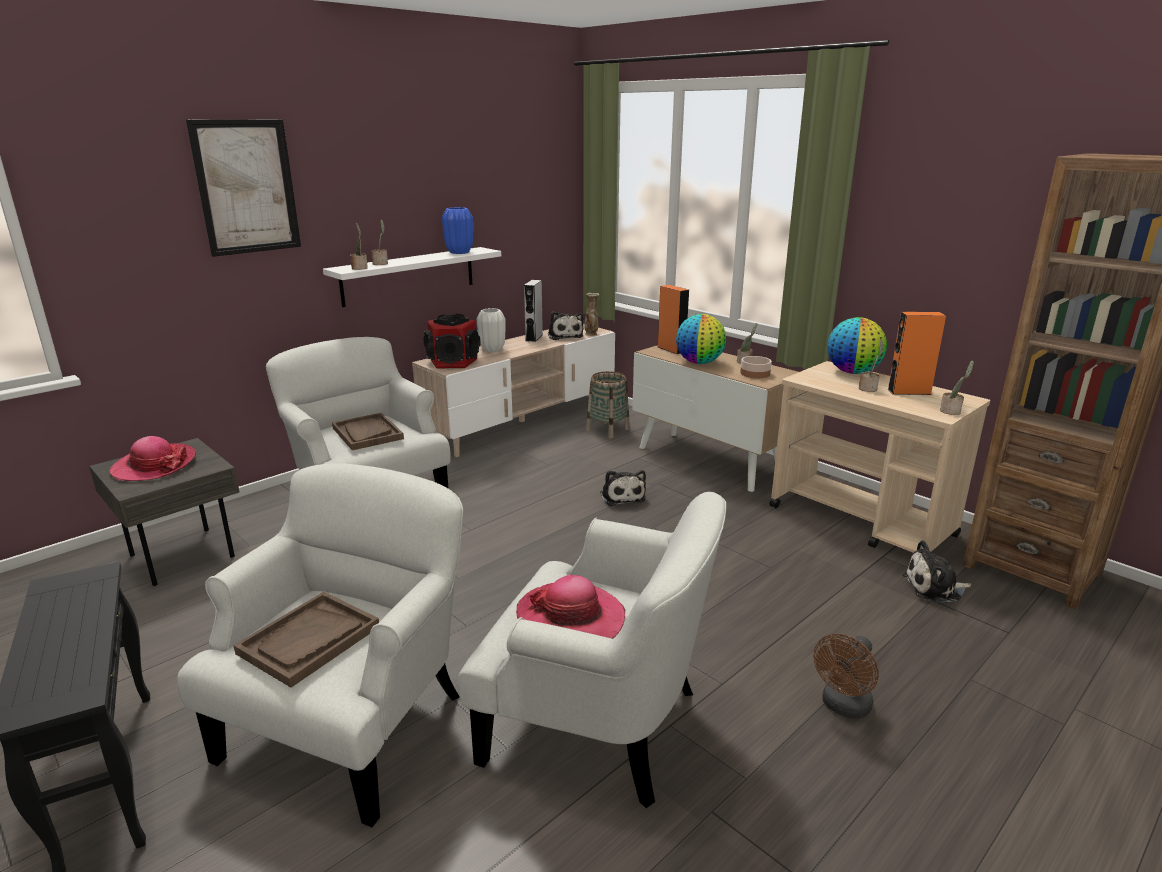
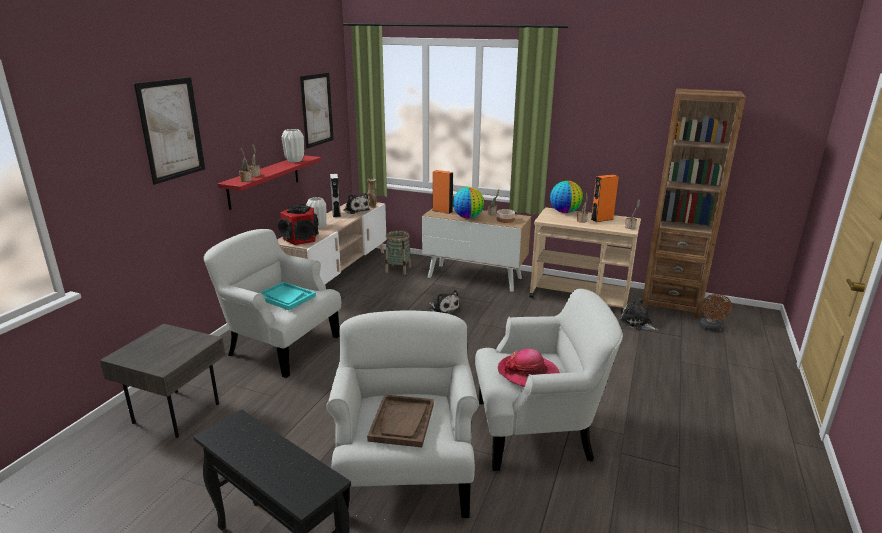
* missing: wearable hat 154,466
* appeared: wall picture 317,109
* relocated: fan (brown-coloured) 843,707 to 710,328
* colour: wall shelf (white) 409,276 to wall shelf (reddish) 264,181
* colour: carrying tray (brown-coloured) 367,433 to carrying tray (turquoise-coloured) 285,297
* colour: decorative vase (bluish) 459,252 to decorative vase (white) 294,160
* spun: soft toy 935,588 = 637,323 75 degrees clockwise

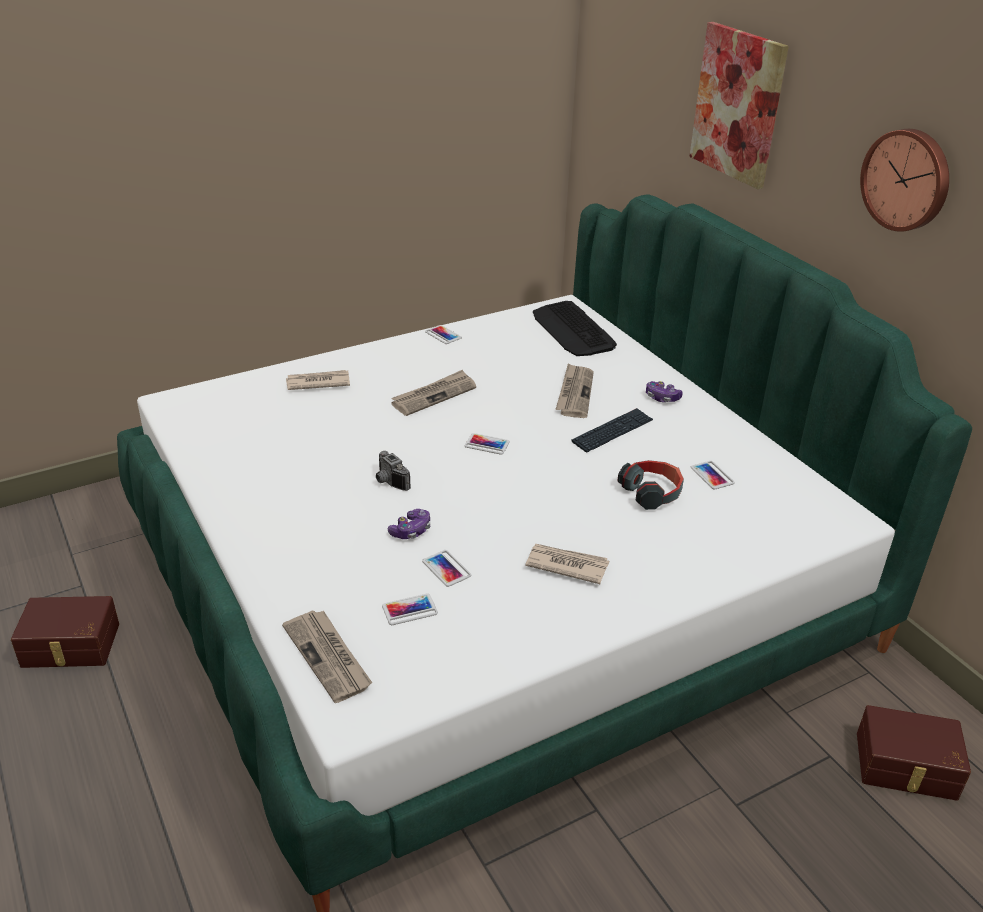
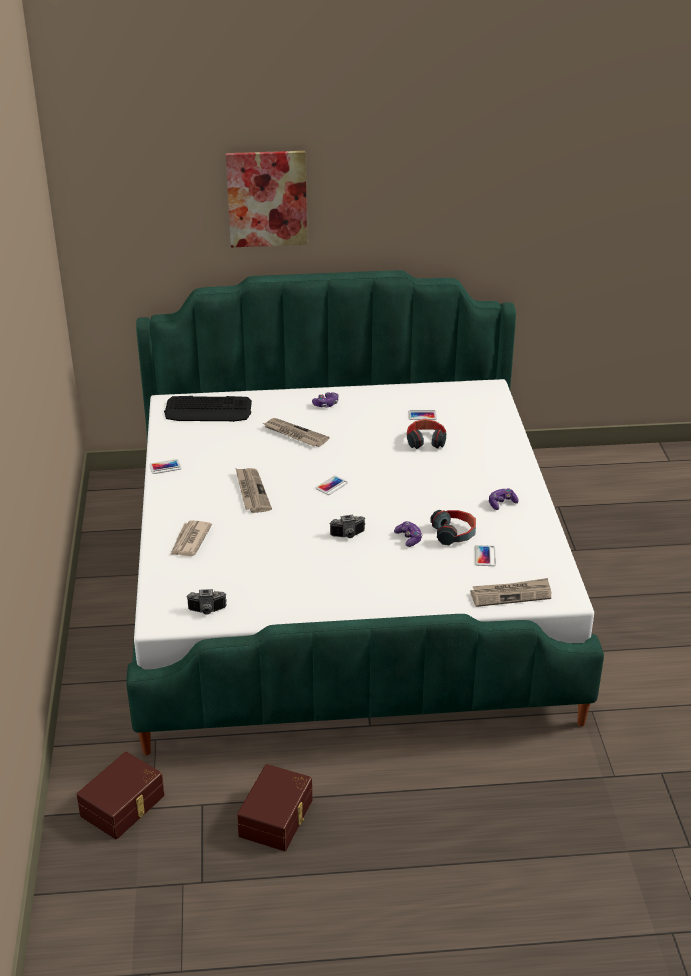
* missing: daily paper 566,565
* missing: computer keyboard 612,431
* missing: clock on the wall 907,179
* appeared: photo camera 207,611
* appeared: gamepad 501,503
* relocated: storage bin (brown-coloured) 906,767 to 124,806
* exchanged: telephone 446,568 to pair of headphones 454,533

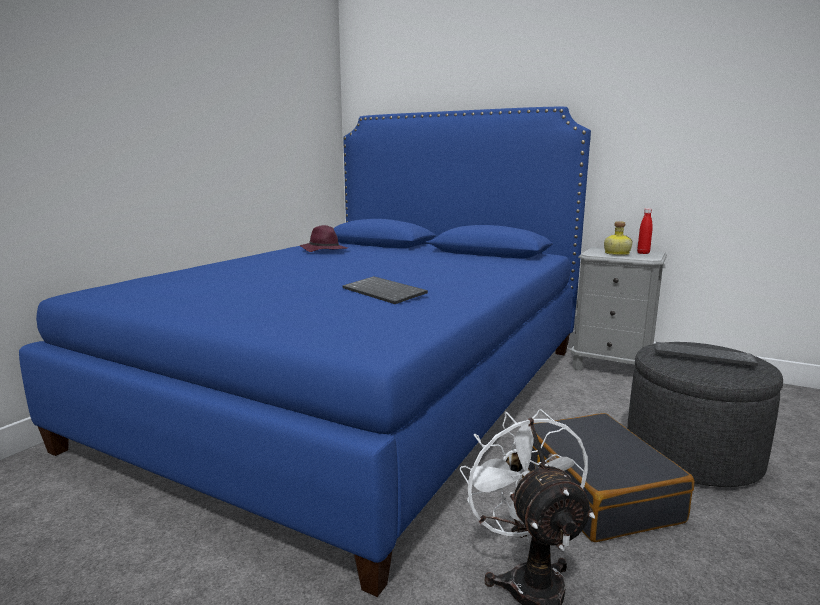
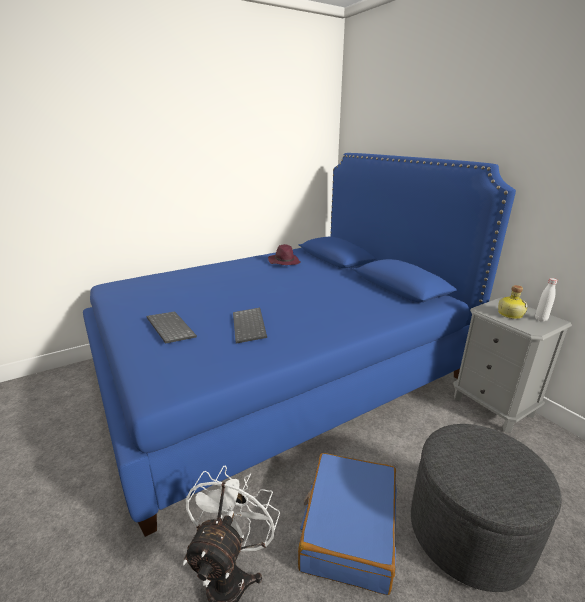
* relocated: computer keyboard 701,356 to 169,328
* colour: piece of luggage (black) 596,492 to piece of luggage (bluish) 348,528
* colour: bottle (reddish) 643,253 to bottle (white) 540,319

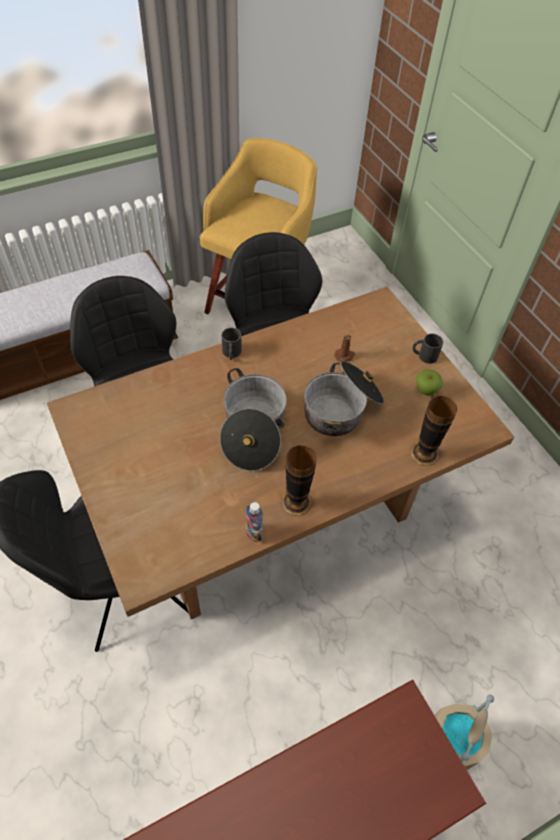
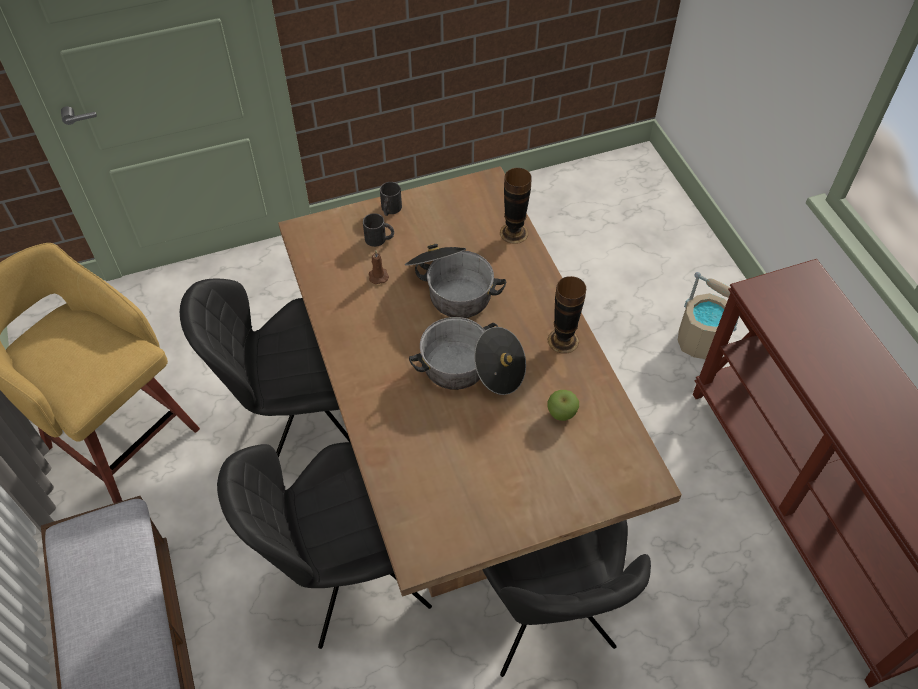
* missing: bottle 254,533
* relocated: tea mug (black) 231,353 to 380,239
* relocated: apple 426,390 to 561,414

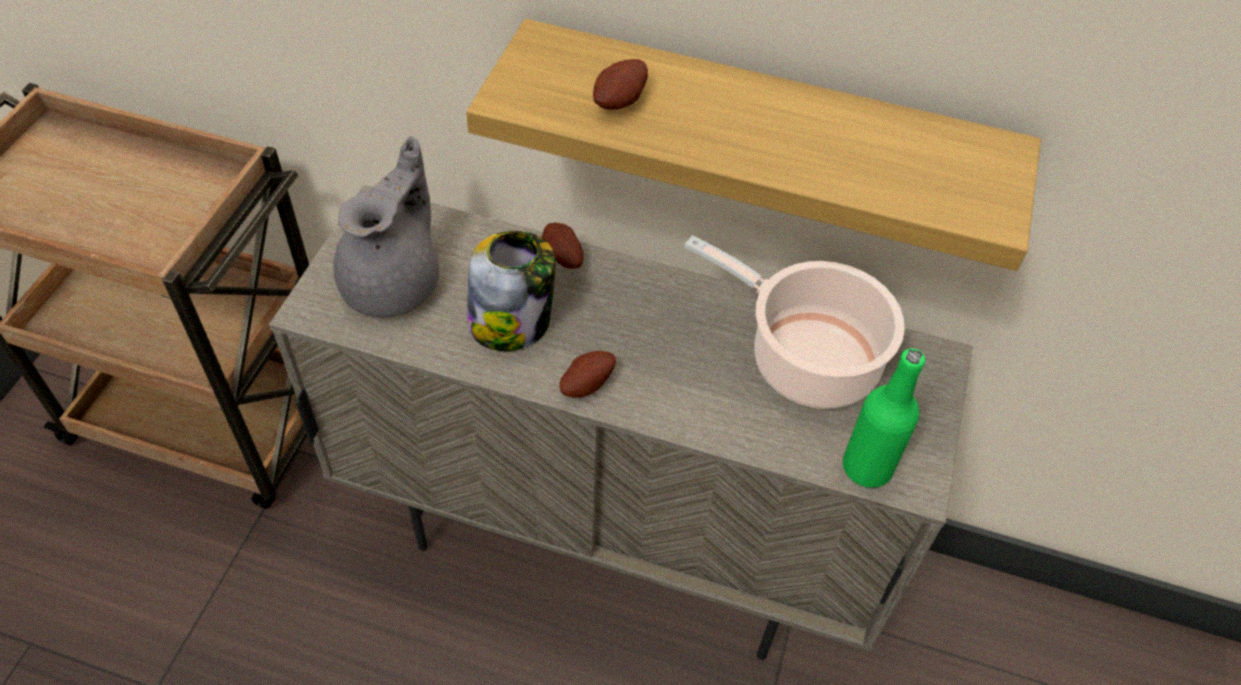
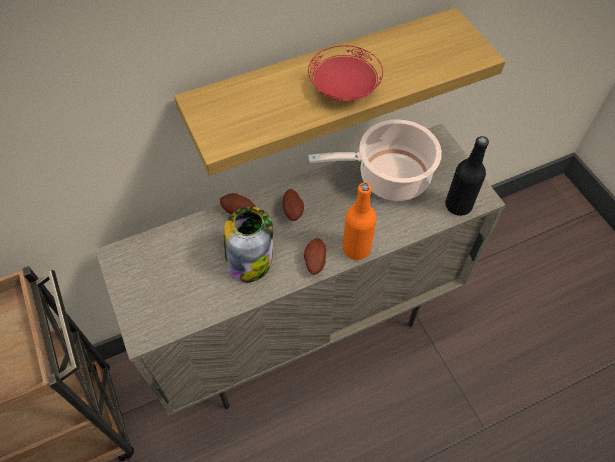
* missing: tea pot (gray) 395,283
* appeared: dinner plate (reddish) 344,89
* appeared: bottle (orange) 356,248
* relocated: potato 621,102 to 293,211
* colour: bottle (green-coloured) 867,467 to bottle (black) 458,205

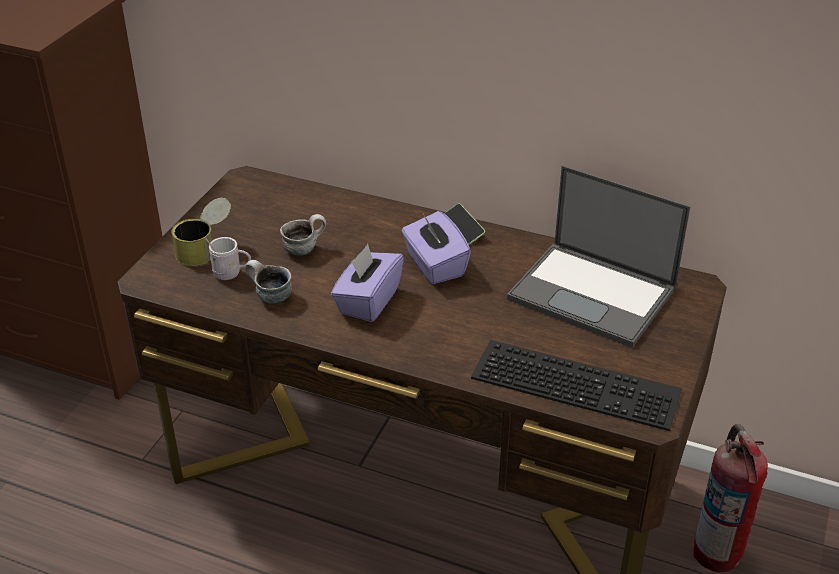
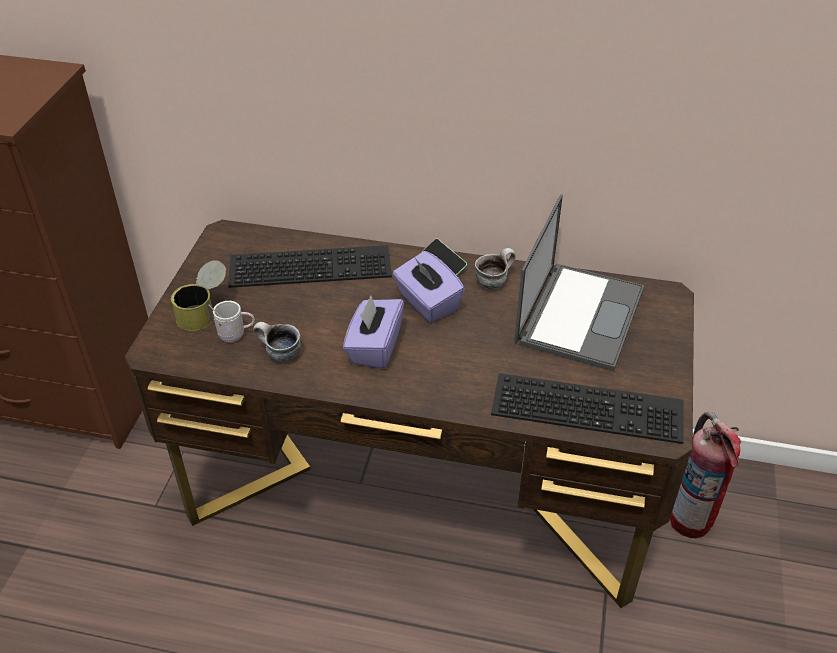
* appeared: computer keyboard 312,264
* relocated: tea mug 304,248 to 494,280
* spun: laptop 594,294 = 580,314 90 degrees counterclockwise

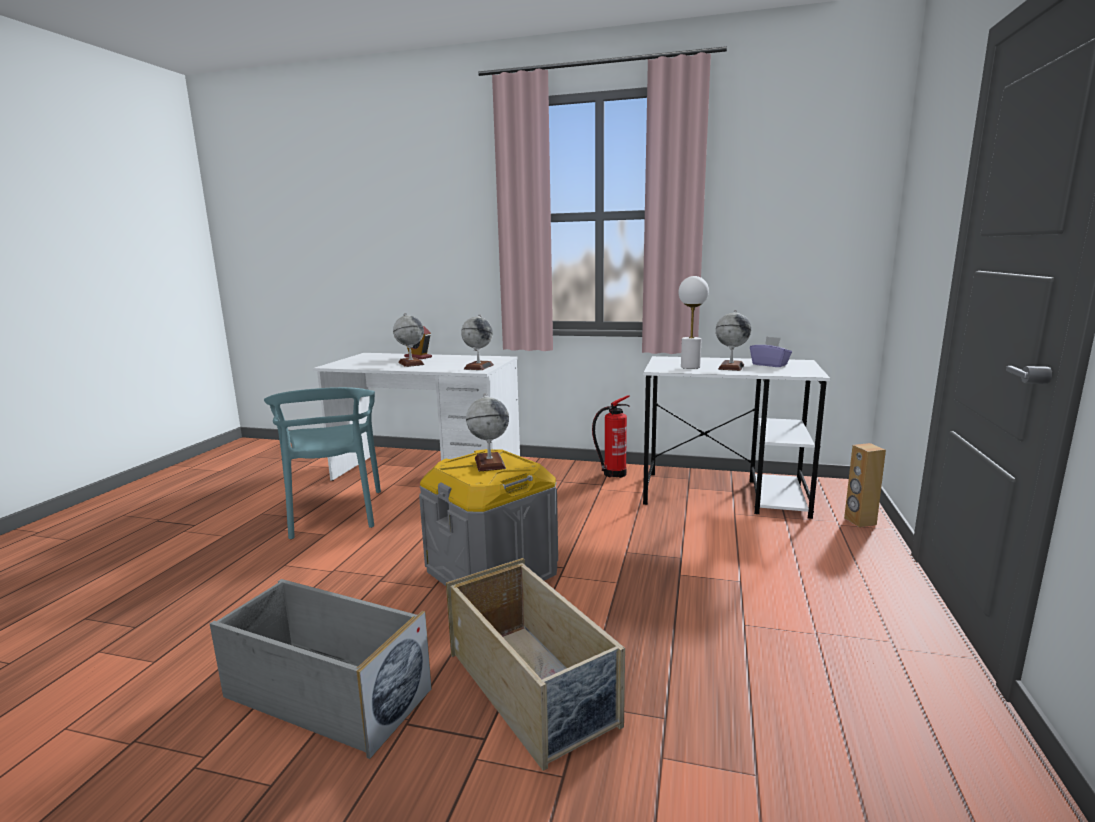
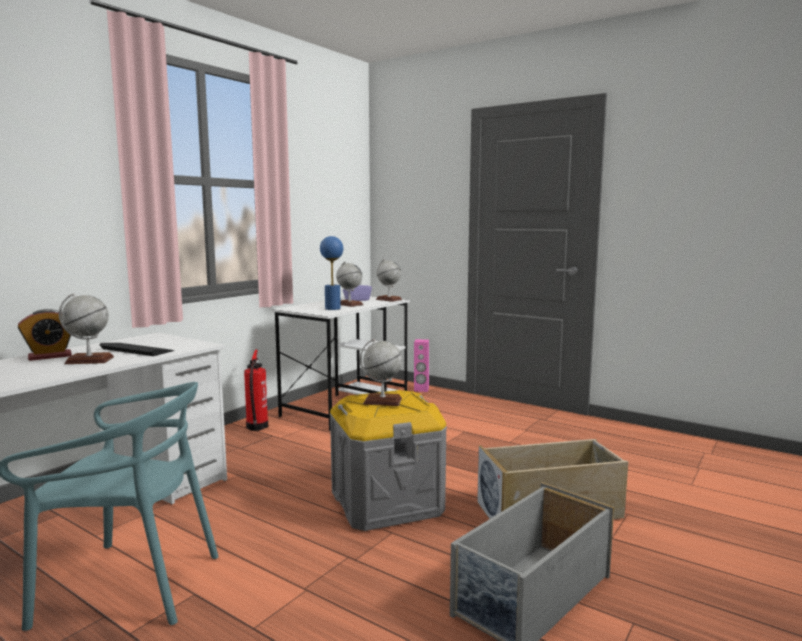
* appeared: computer keyboard 137,350
* relocated: desk globe 478,367 to 388,299
* colour: table lamp (white) 690,367 to table lamp (bluish) 332,308
* colour: speaker (brown-coloured) 859,521 to speaker (pink-coloured) 421,389

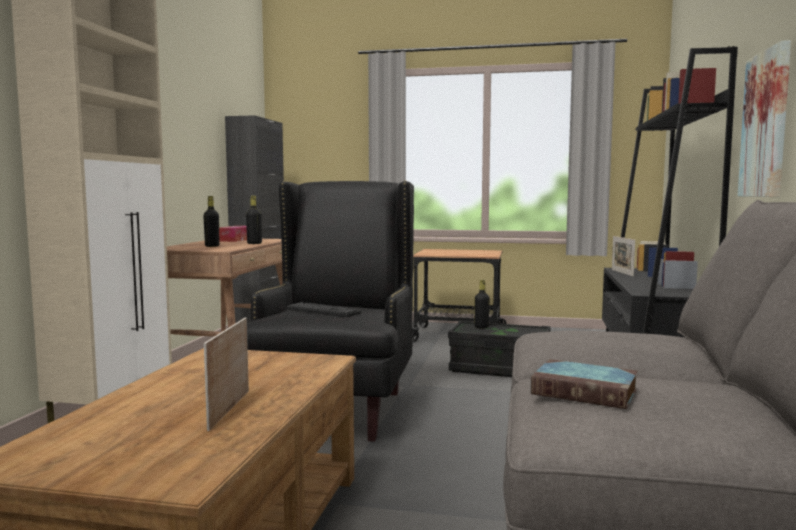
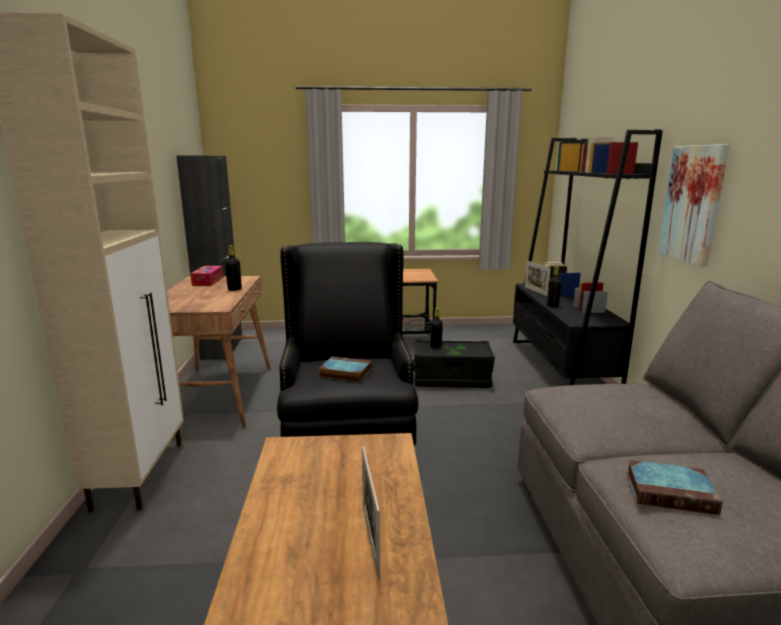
* relocated: bottle (black) 212,246 to 552,305
* exchanged: computer keyboard 323,311 to volume 344,373

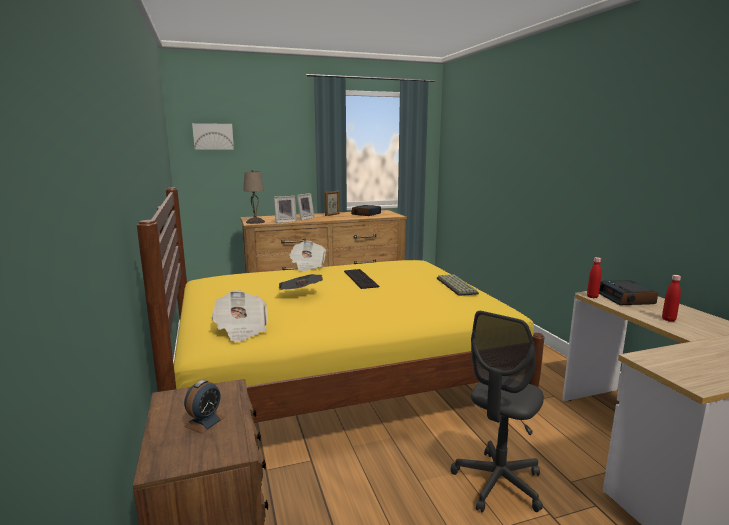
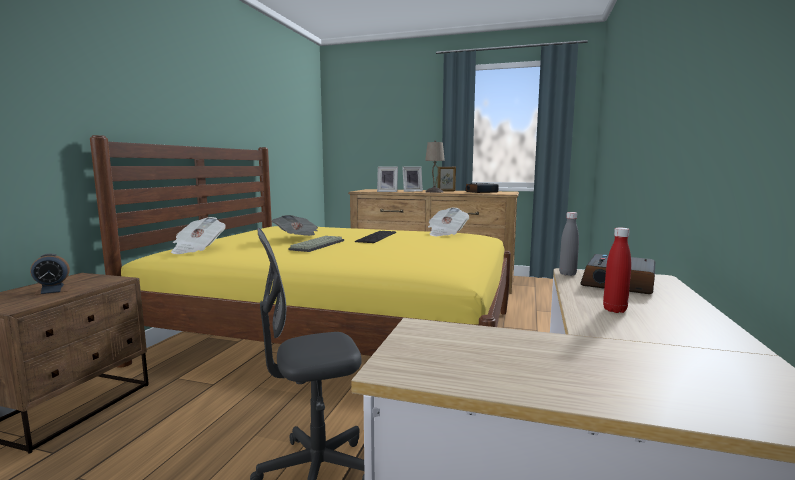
* missing: wall picture 213,136
* relocated: table lamp (beige-coloured) 255,222 to 434,192
* relocated: daily paper 307,266 to 446,233
* relocated: computer keyboard 455,286 to 317,245
* colour: bottle (reddish) 592,297 to bottle (gray) 567,274

